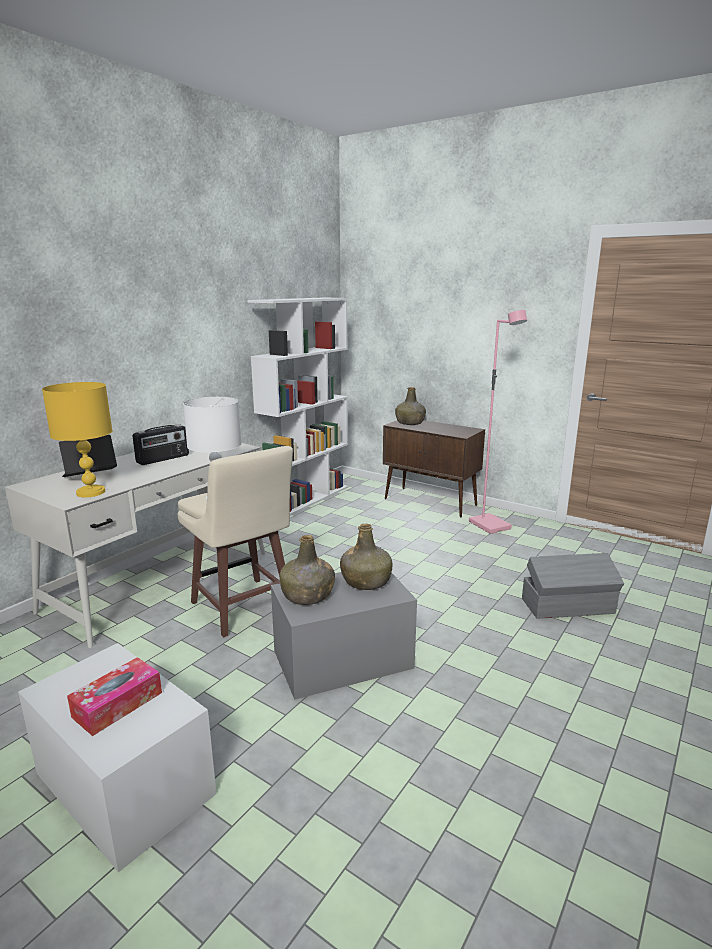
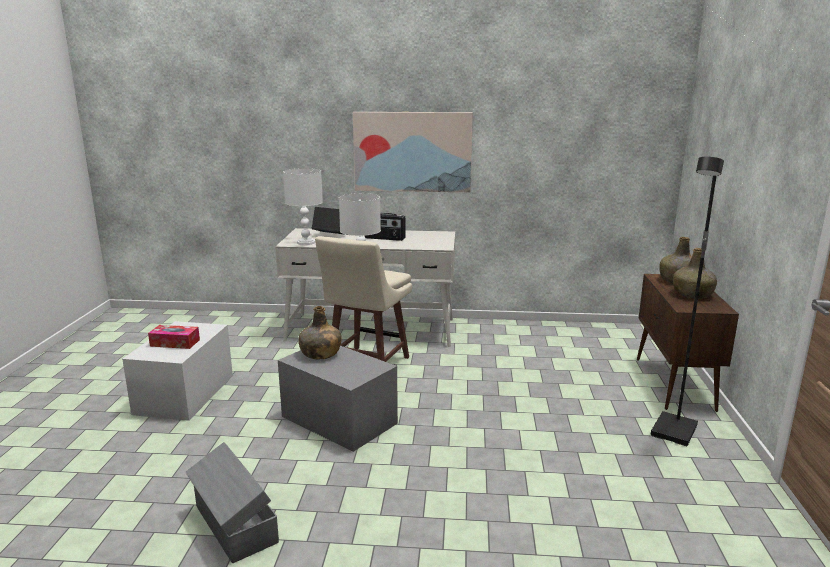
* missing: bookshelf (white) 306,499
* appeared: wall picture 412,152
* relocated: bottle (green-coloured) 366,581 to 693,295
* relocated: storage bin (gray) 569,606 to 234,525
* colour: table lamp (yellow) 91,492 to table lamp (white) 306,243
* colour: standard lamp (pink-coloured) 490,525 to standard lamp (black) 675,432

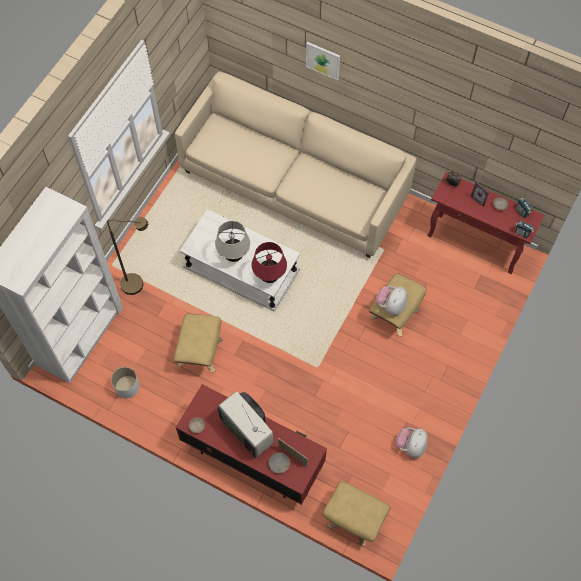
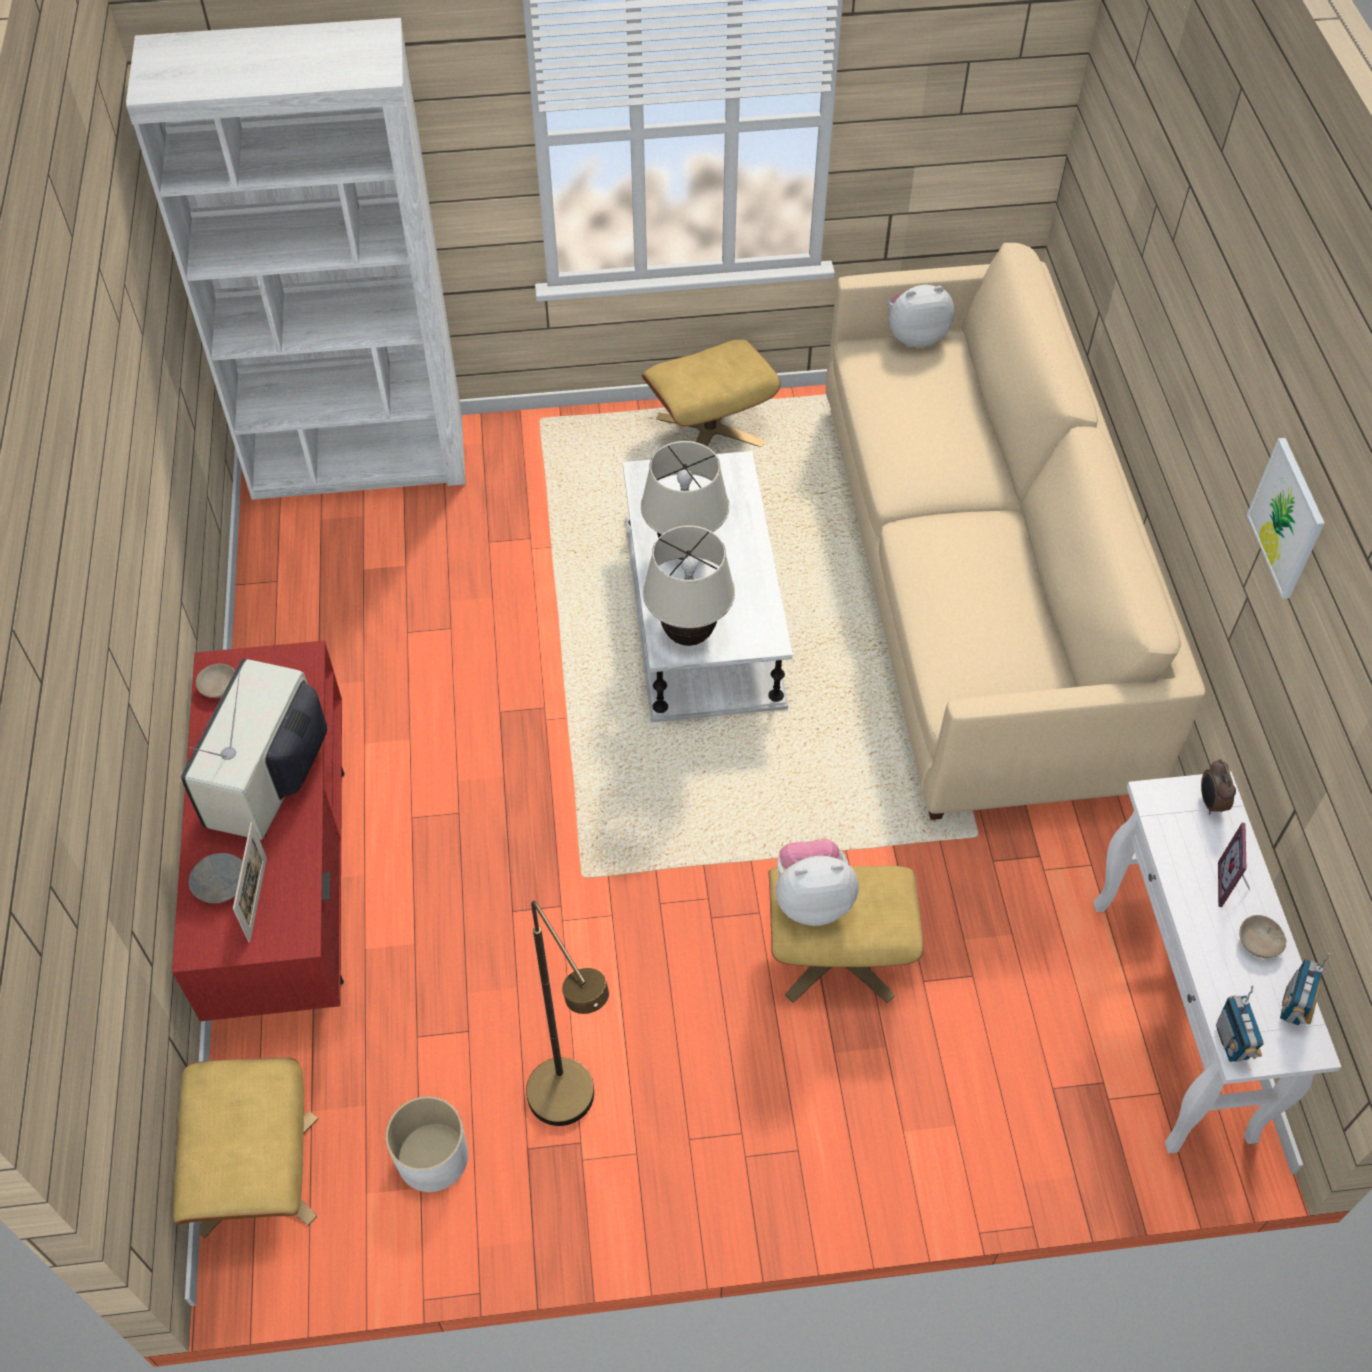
* relocated: standard lamp (brown-coloured) 138,284 to 572,1108
* relocated: planter (white) 127,386 to 433,1156
* relocated: footrest (beige-coloured) 200,352 to 710,431
* relocated: wall picture 323,60 to 1287,518
* relocated: soft toy 411,446 to 914,335
* colour: table lamp (reddish) 269,277 to table lamp (beige-coloured) 688,635
* colour: console table (reddish) 475,244 to console table (white) 1172,1020

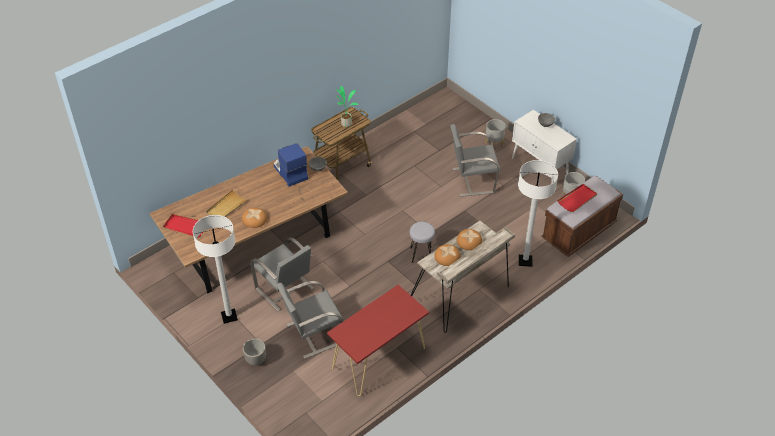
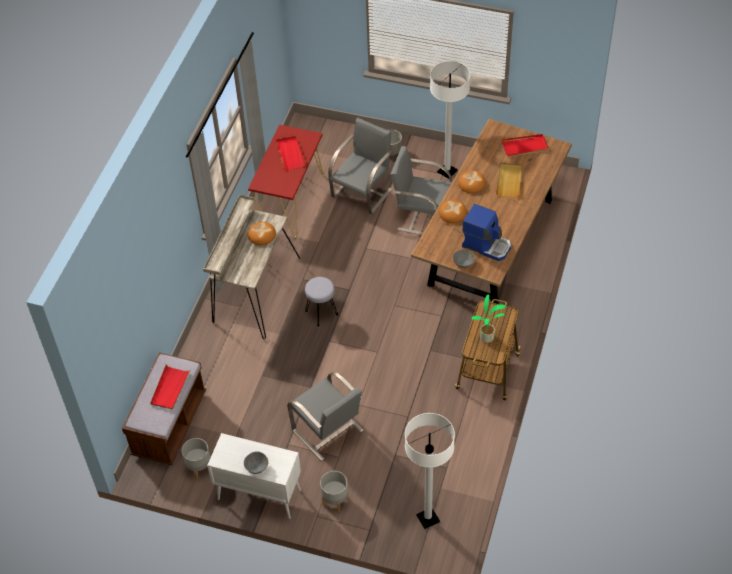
* appeared: carrying tray (reddish) 290,154
* relocated: baked bread 469,241 to 452,213
* relocated: standard lamp (white) 525,261 to 428,518
* spun: plain chair (gray) 472,180 = 328,431 90 degrees clockwise

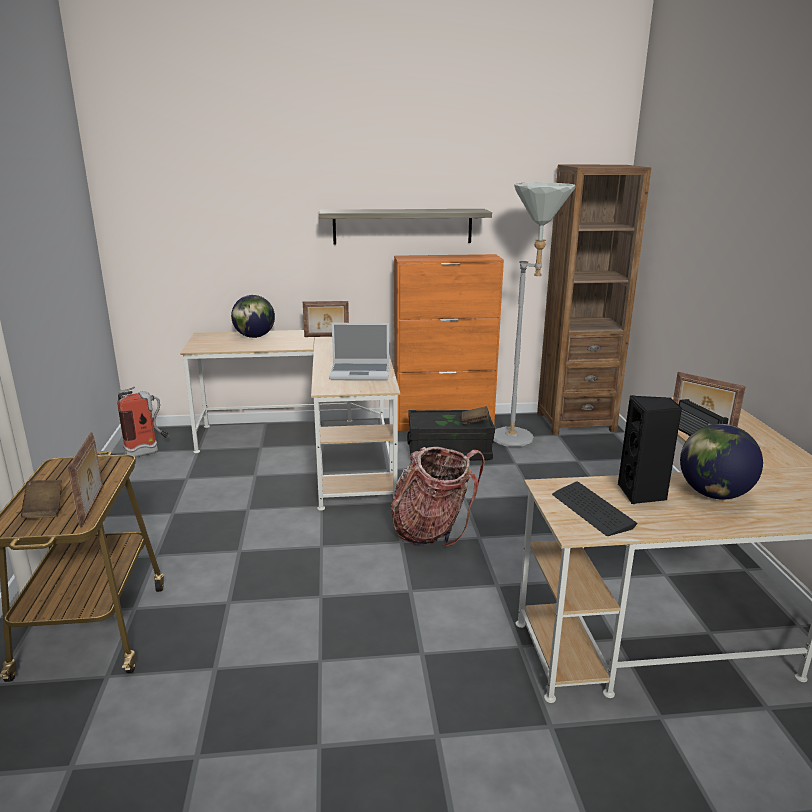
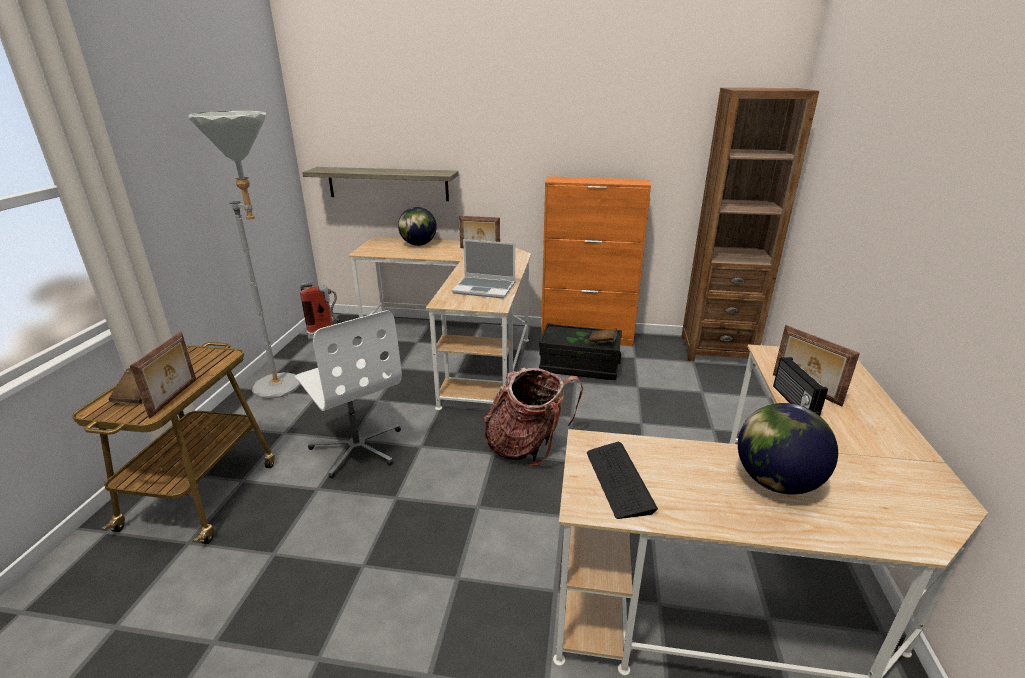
* missing: speaker (black) 642,494
* appeared: office chair (white) 358,447
* relocated: wall shelf 402,226 to 388,184
* relocated: standard lamp (gray) 521,439 to 285,389

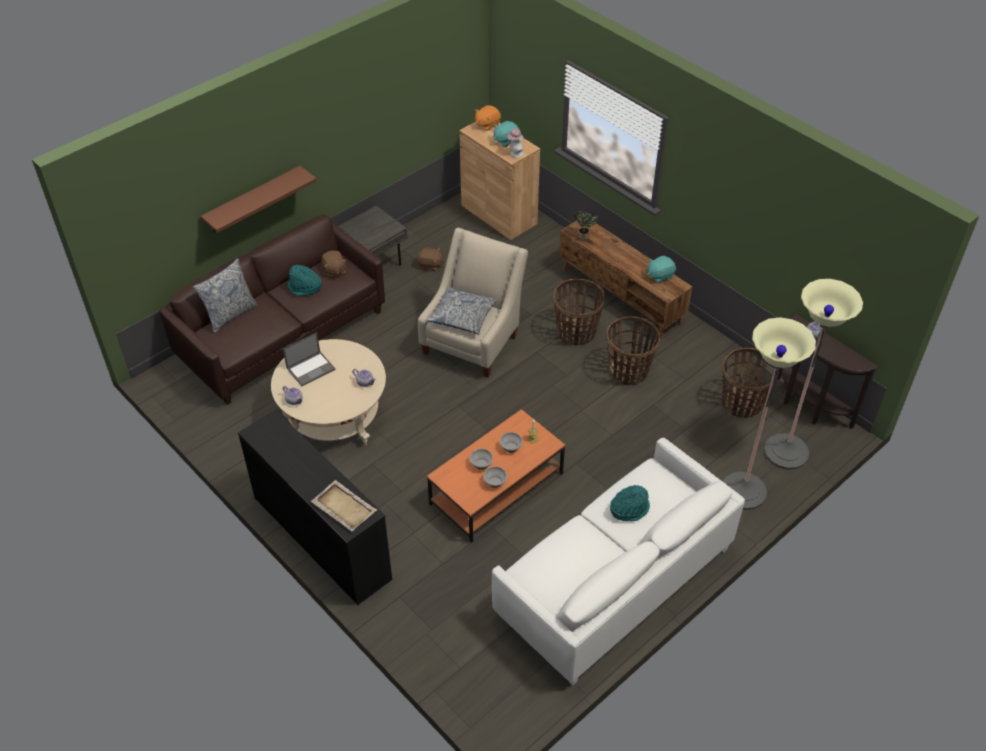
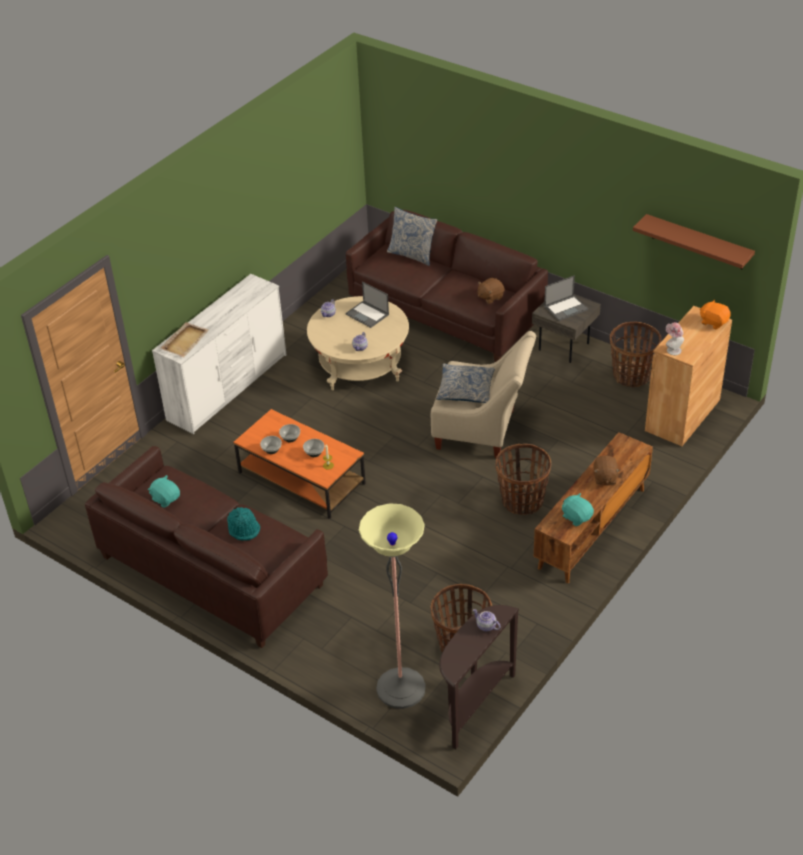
* missing: wearable hat (turquoise-coloured) 304,287
* missing: houseplant 585,236
* missing: standard lamp 743,491
* appeared: laptop 566,308
* relocated: wall shelf (brown-coloured) 253,200 to 698,242
* relocated: soft toy (brown-coloured) 430,265 to 604,477
* relocated: soft toy (turquoise-coloured) 506,140 to 166,499
* relocated: storage basket 628,371 to 632,376
* colour: chest of drawers (black) 322,537 to chest of drawers (white) 228,387
* colour: settee (white) 613,581 to settee (brown-coloured) 212,570

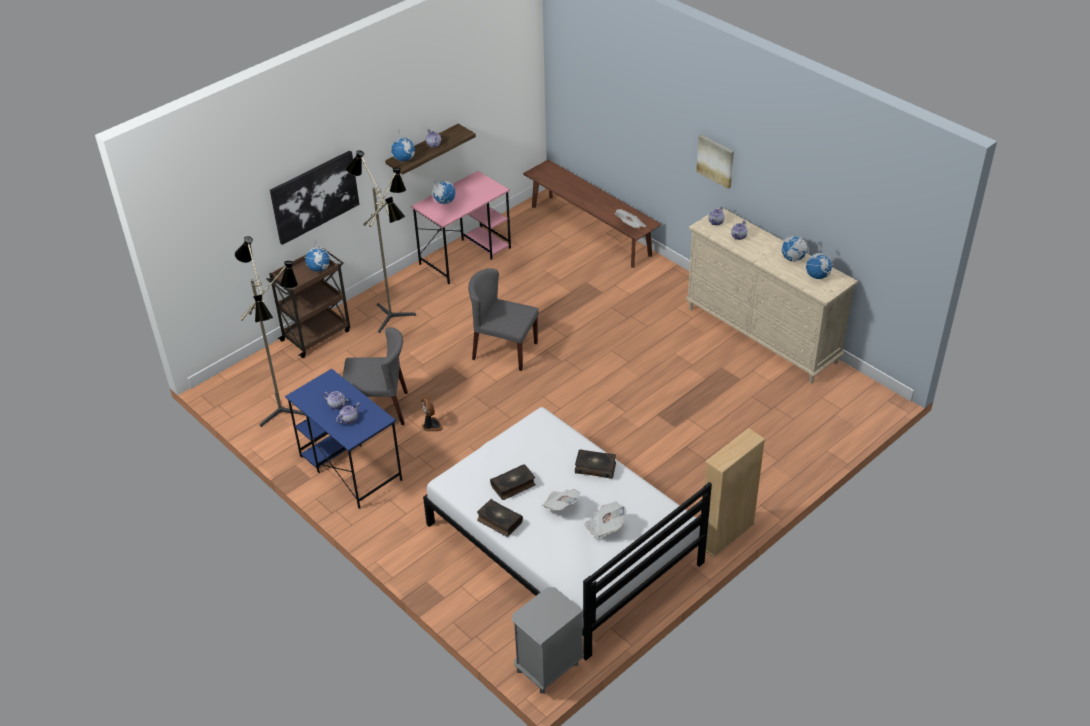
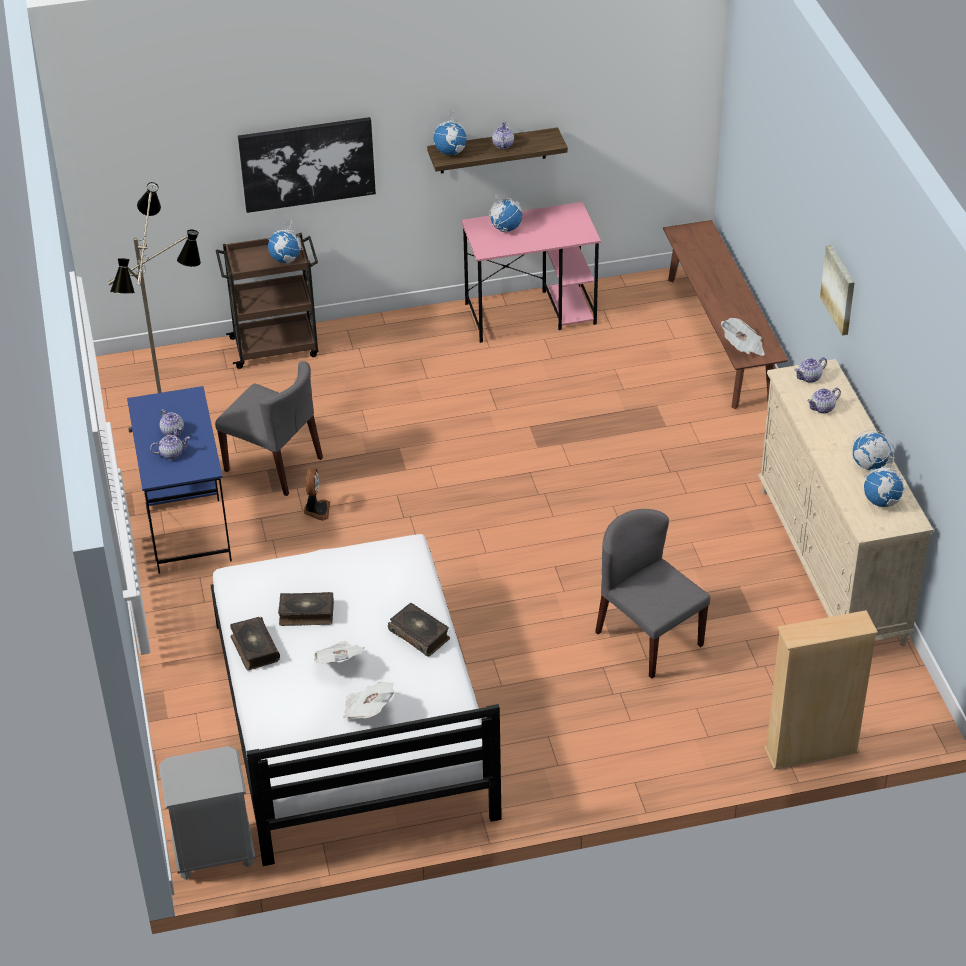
* missing: standard lamp 395,315
* relocated: plain chair (gray) 504,351 to 648,638
* relocated: bookshelf (beige-coloured) 726,535 to 811,751

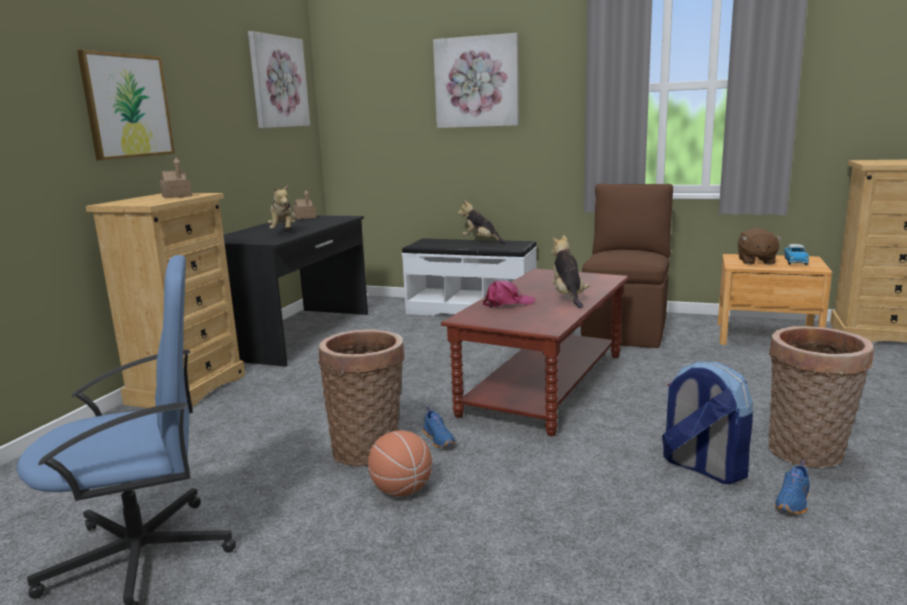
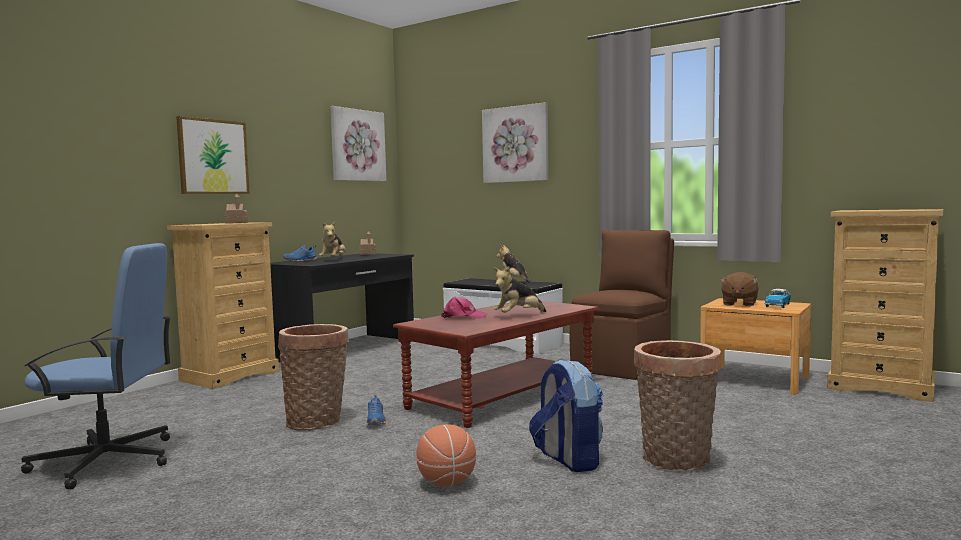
* relocated: ball for basketball 402,490 to 447,483
* relocated: shoe (bluish) 793,502 to 300,261
* spun: soft toy 568,297 = 518,316 135 degrees counterclockwise

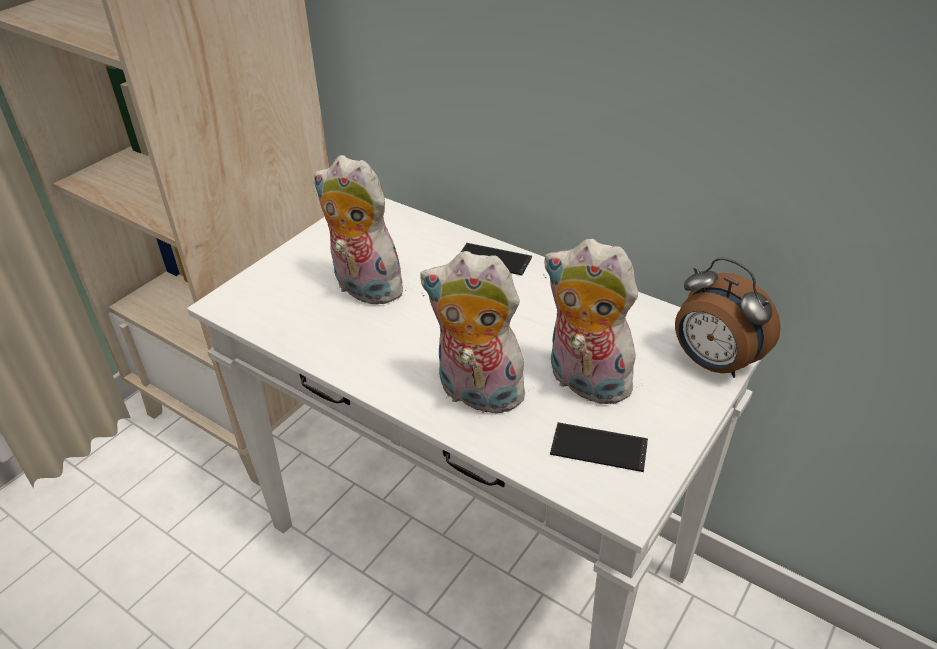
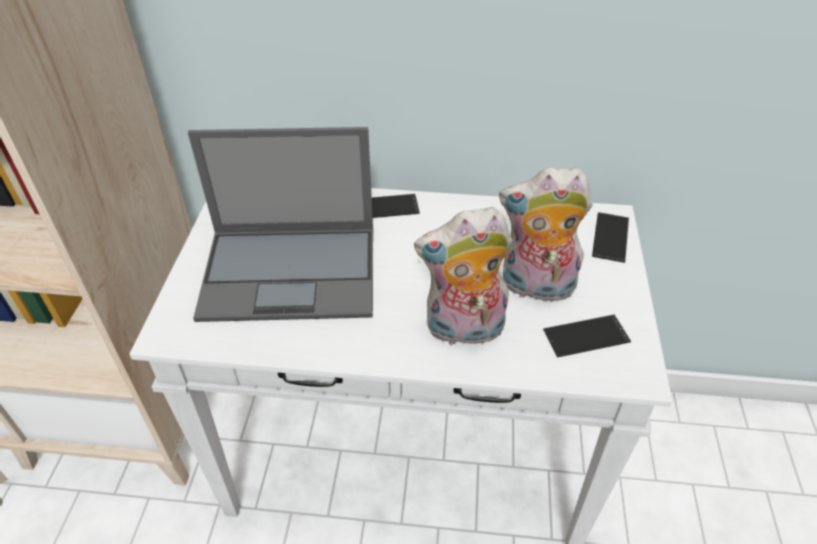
* exchanged: soft toy 363,289 to laptop 292,272
* exchanged: table clock 713,363 to telephone 610,237

